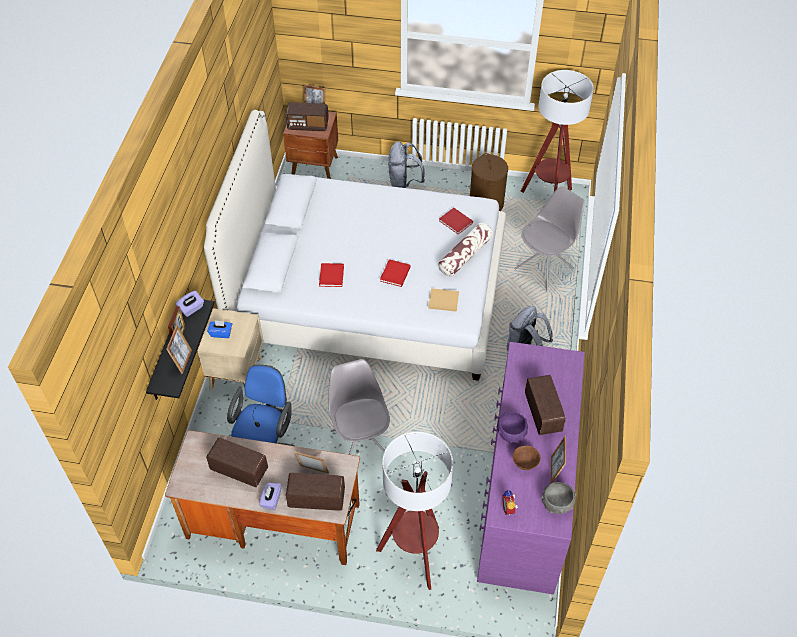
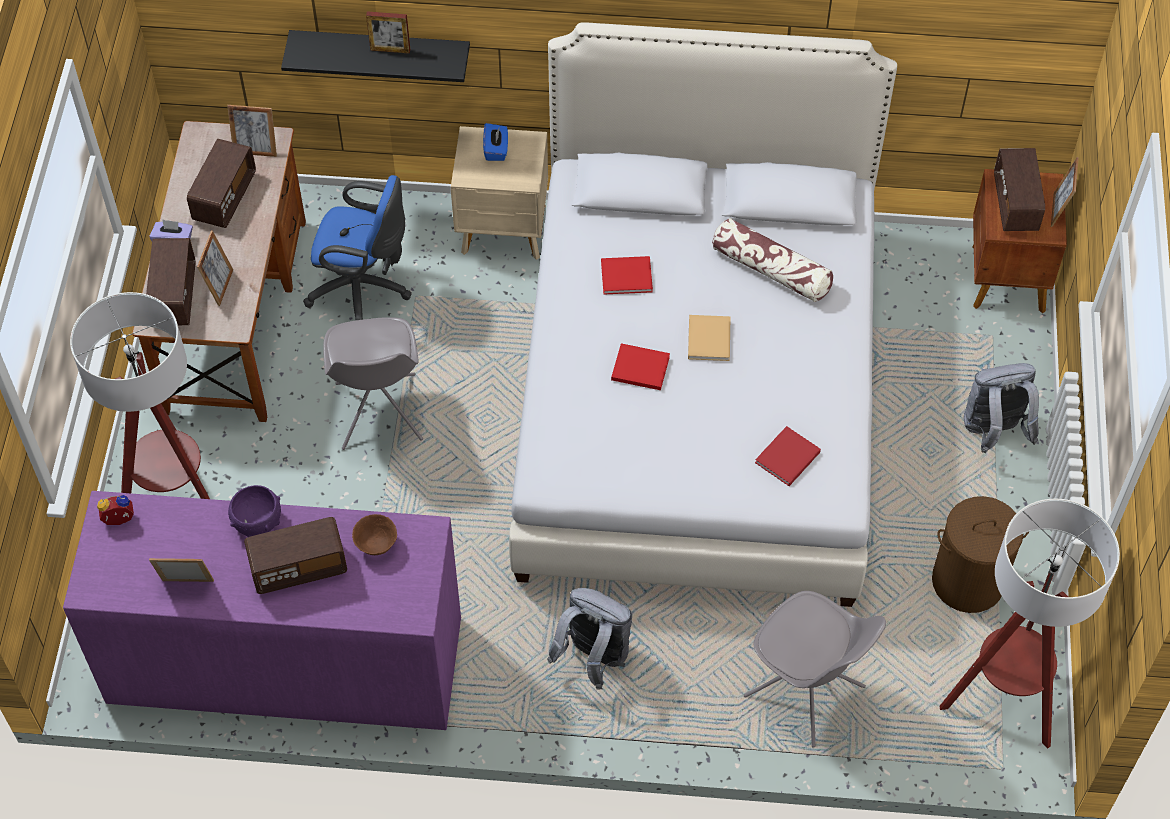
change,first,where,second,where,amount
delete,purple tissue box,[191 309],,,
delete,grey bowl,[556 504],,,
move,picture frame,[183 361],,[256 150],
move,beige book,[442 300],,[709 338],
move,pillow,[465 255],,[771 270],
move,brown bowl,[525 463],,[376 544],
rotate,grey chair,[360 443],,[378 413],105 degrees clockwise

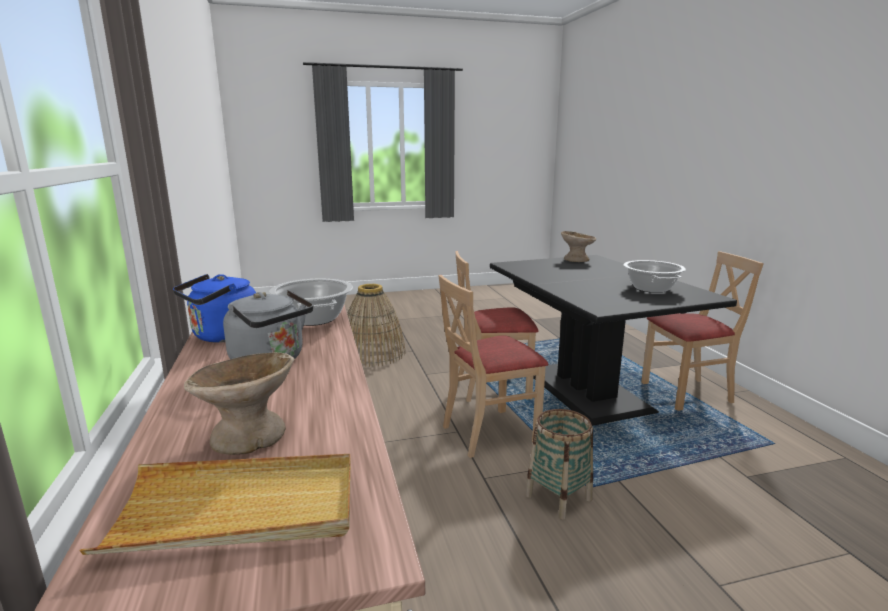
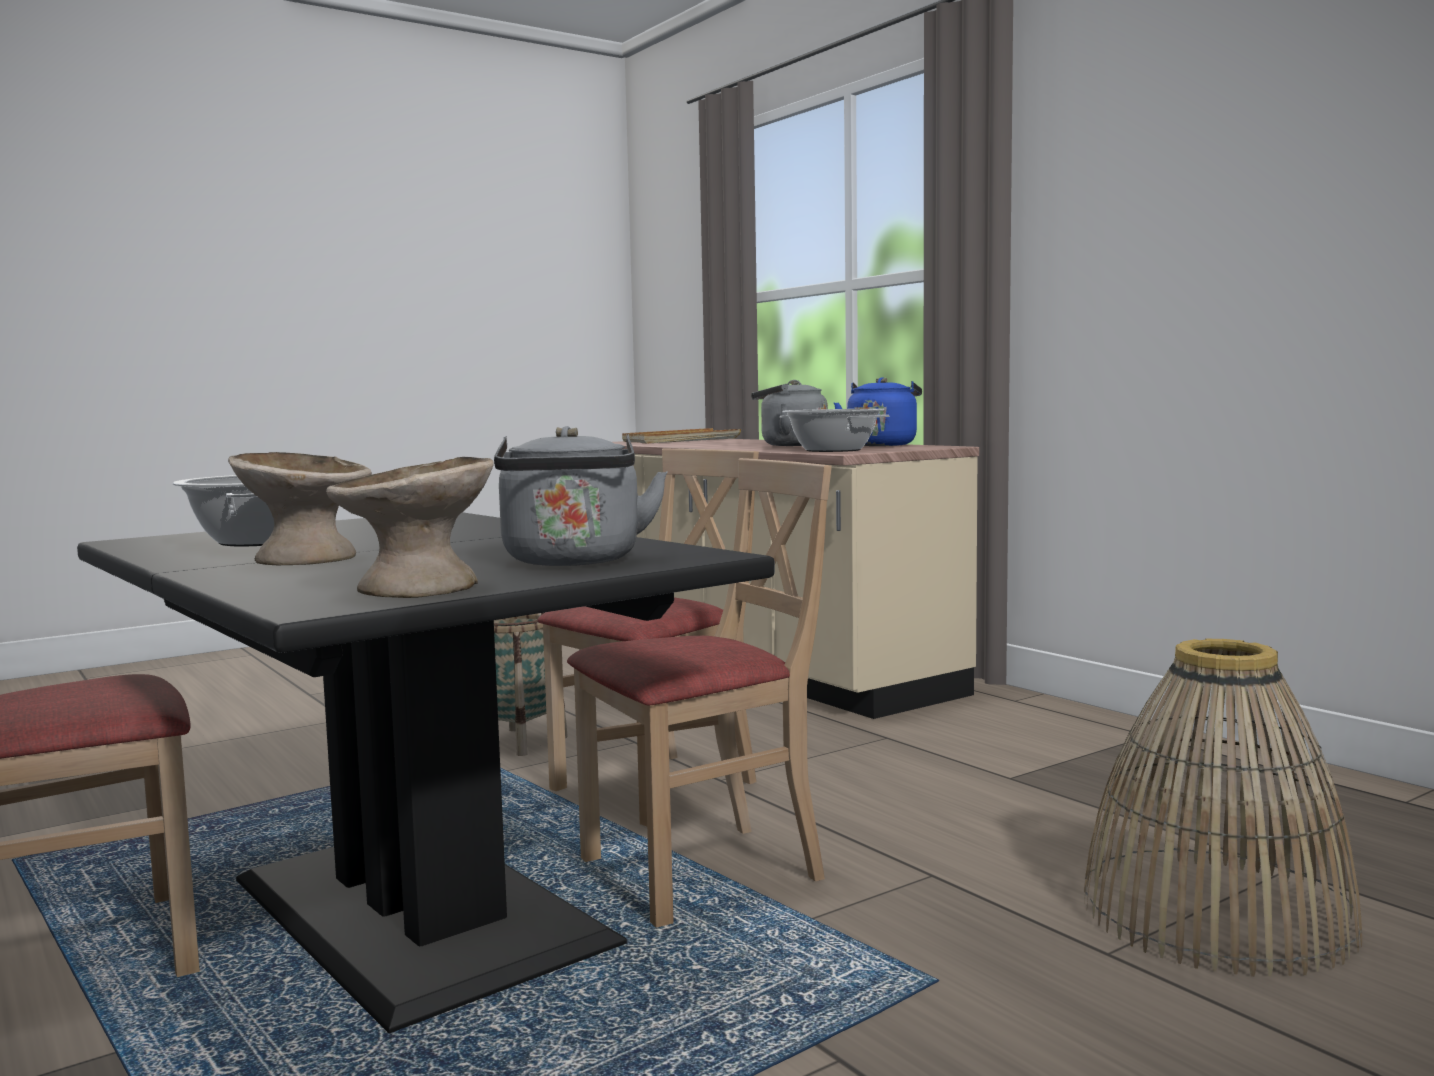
change,first,where,second,where,amount
insert,,,grey kettle,[573 562],
move,beige bowl,[248 435],,[306 559],

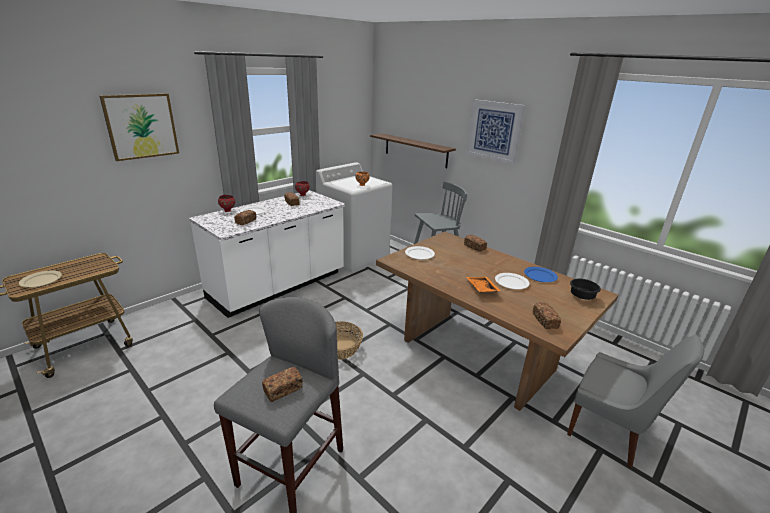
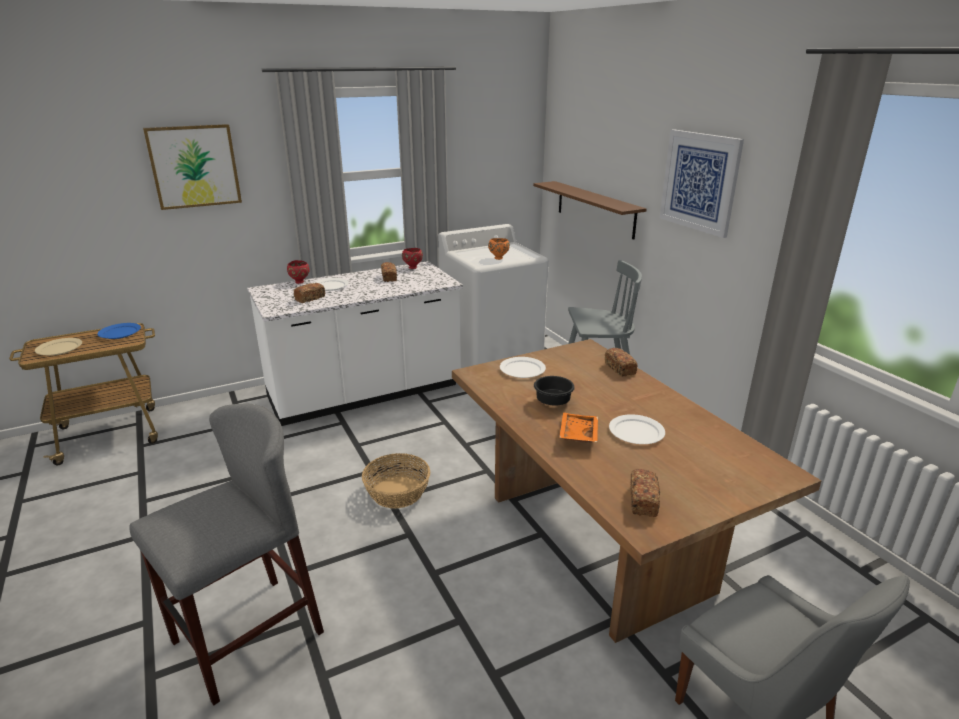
change,first,where,second,where,amount
delete,bread,[283 390],,,
move,blue plate,[540 276],,[119 333],
move,black bowl,[581 296],,[553 401],

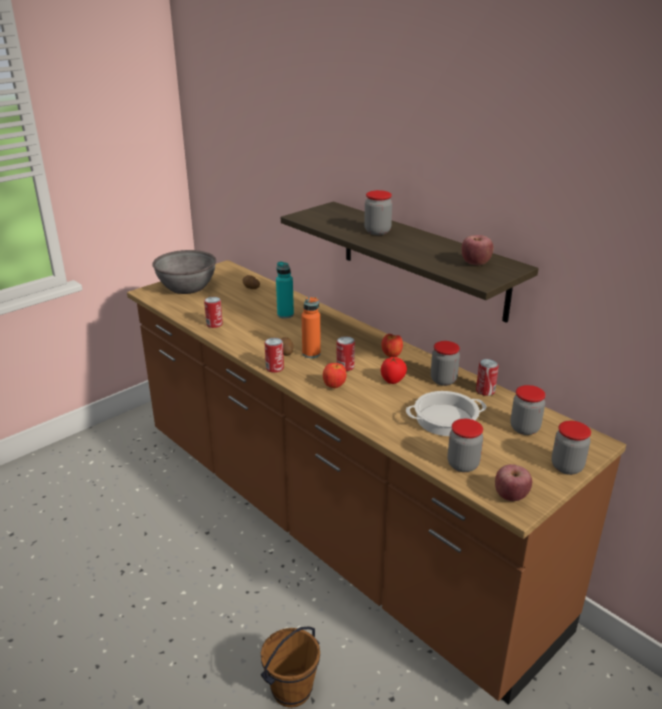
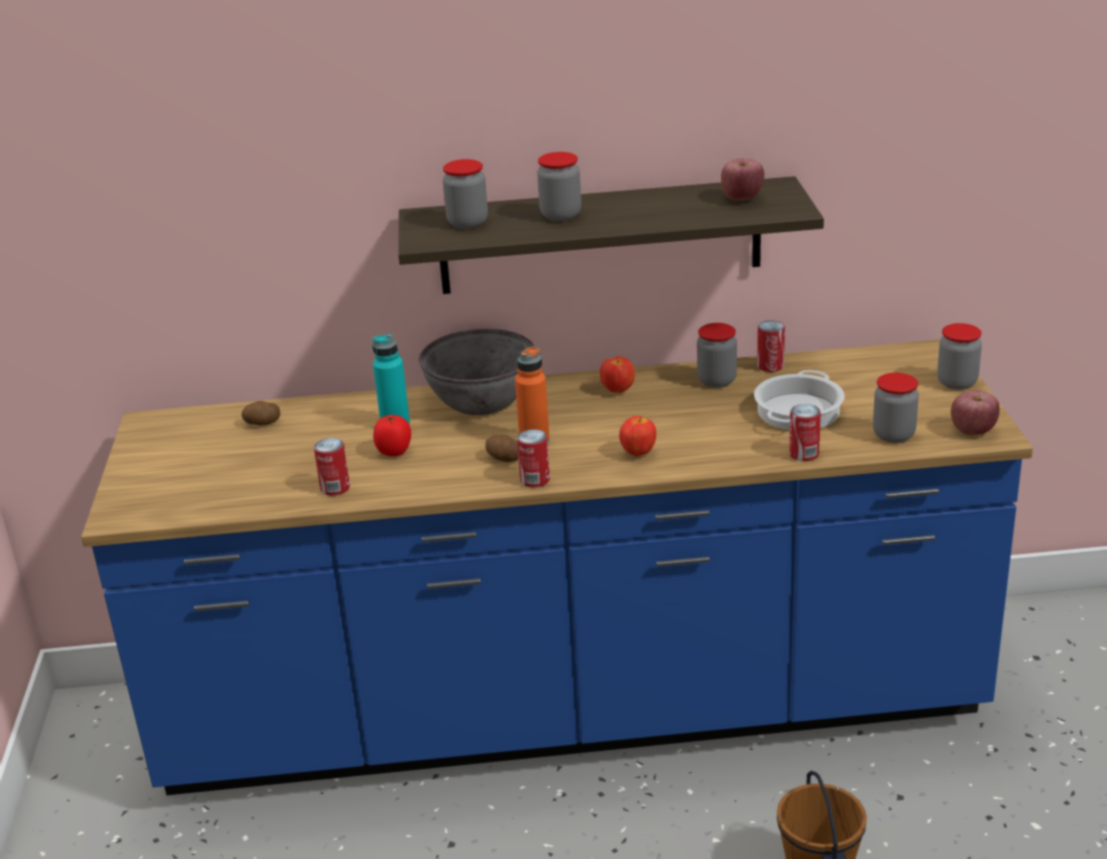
change,first,where,second,where,amount
move,grey bowl,[187 287],,[481 400],
move,can,[345 367],,[804 454],
move,tomato,[393 381],,[394 452],
move,jar,[524 428],,[467 223],
recolor,brown counter,[331 524],blue counter,[571 712],

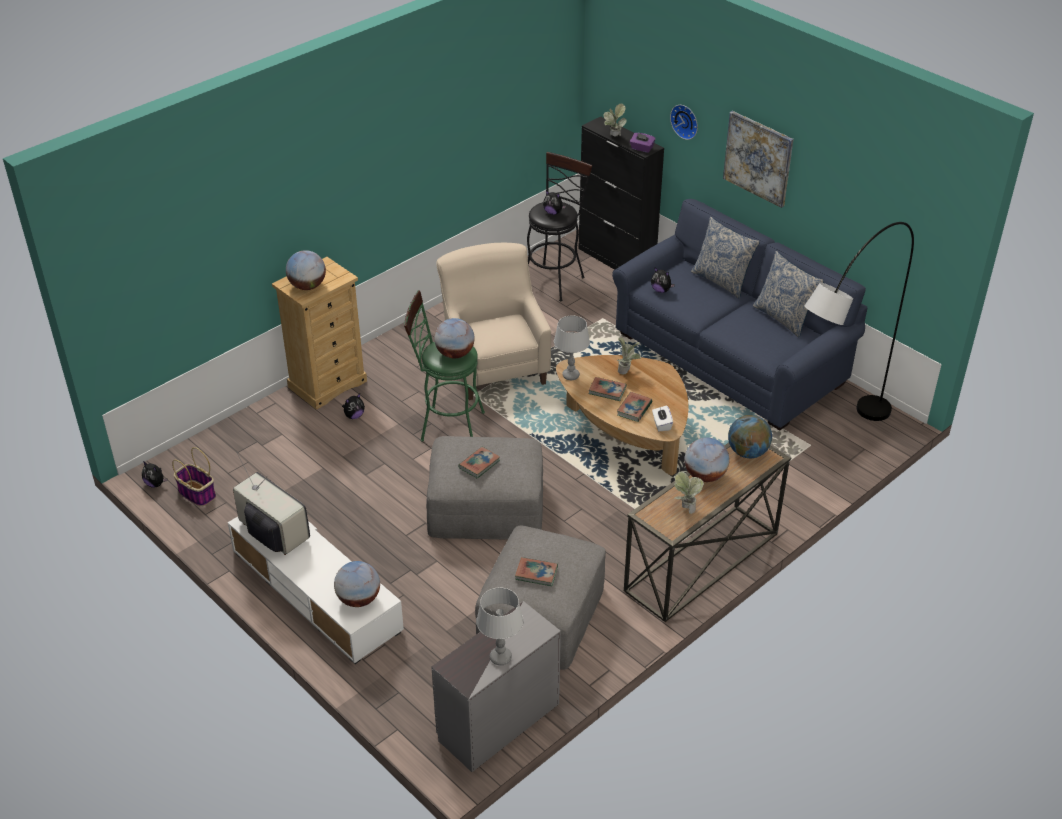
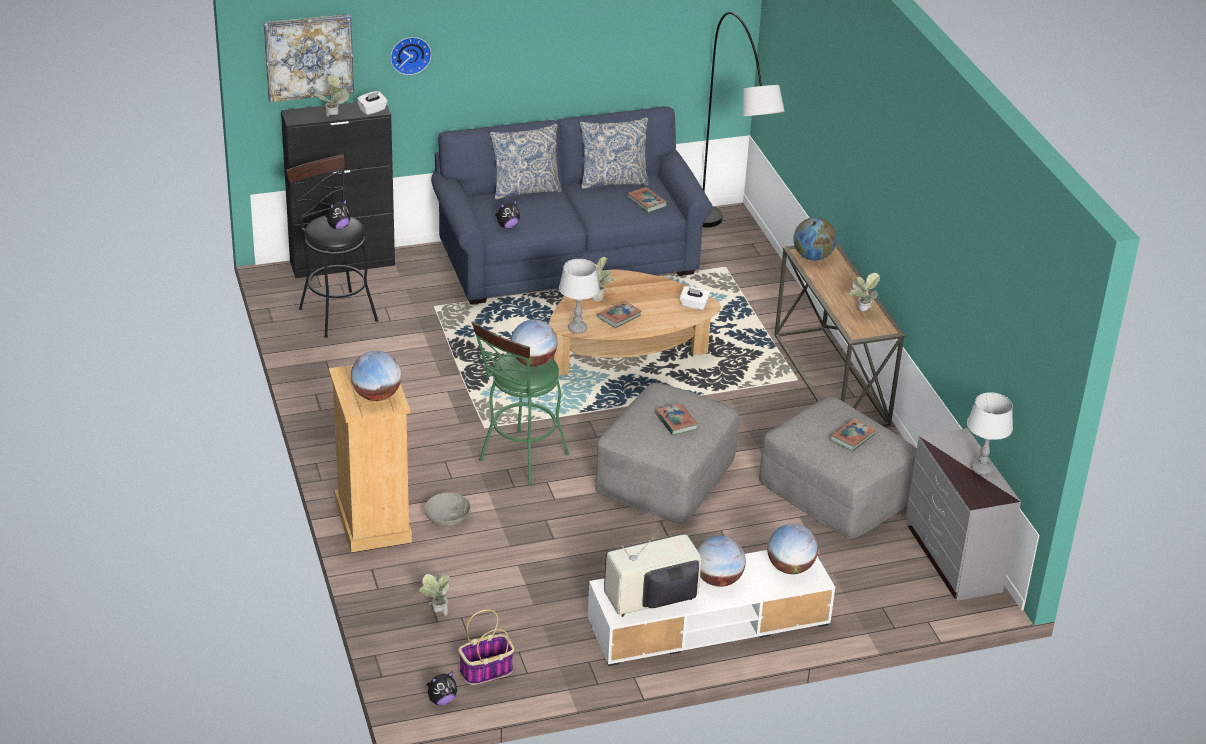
change,first,where,second,where,amount
delete,beige armchair,[494 363],,,
insert,,,potted plant,[436 612],
move,book,[634 409],,[647 202],
move,globe,[705 476],,[718 580],
move,picture,[758 158],,[309 57],
replace,plush toy,[354 416],grey bowl,[447 518],
recolor,purple tissue box,[641 148],white tissue box,[372 110],

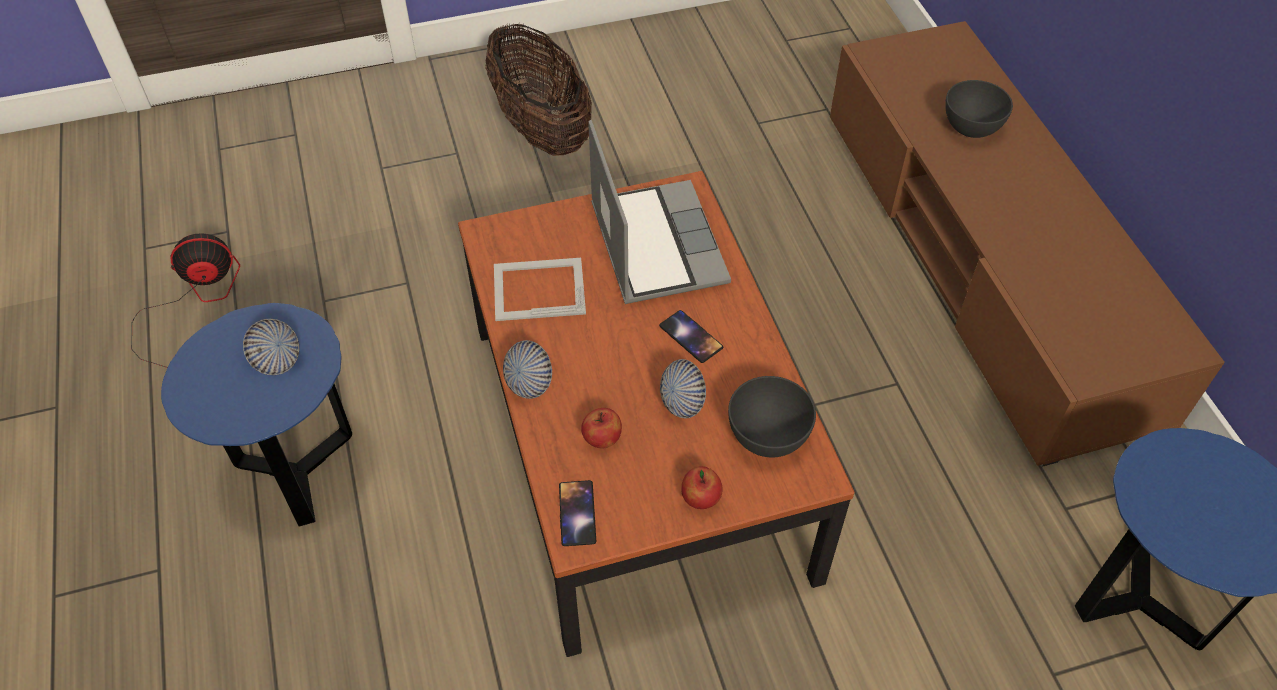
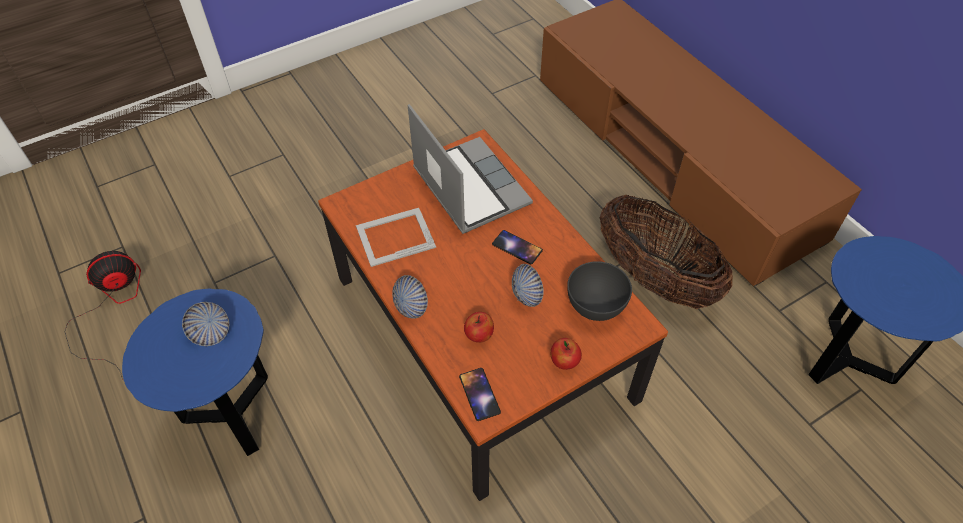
change,first,where,second,where,amount
delete,grey bowl,[971 127],,,
move,basket,[541 128],,[654 278],

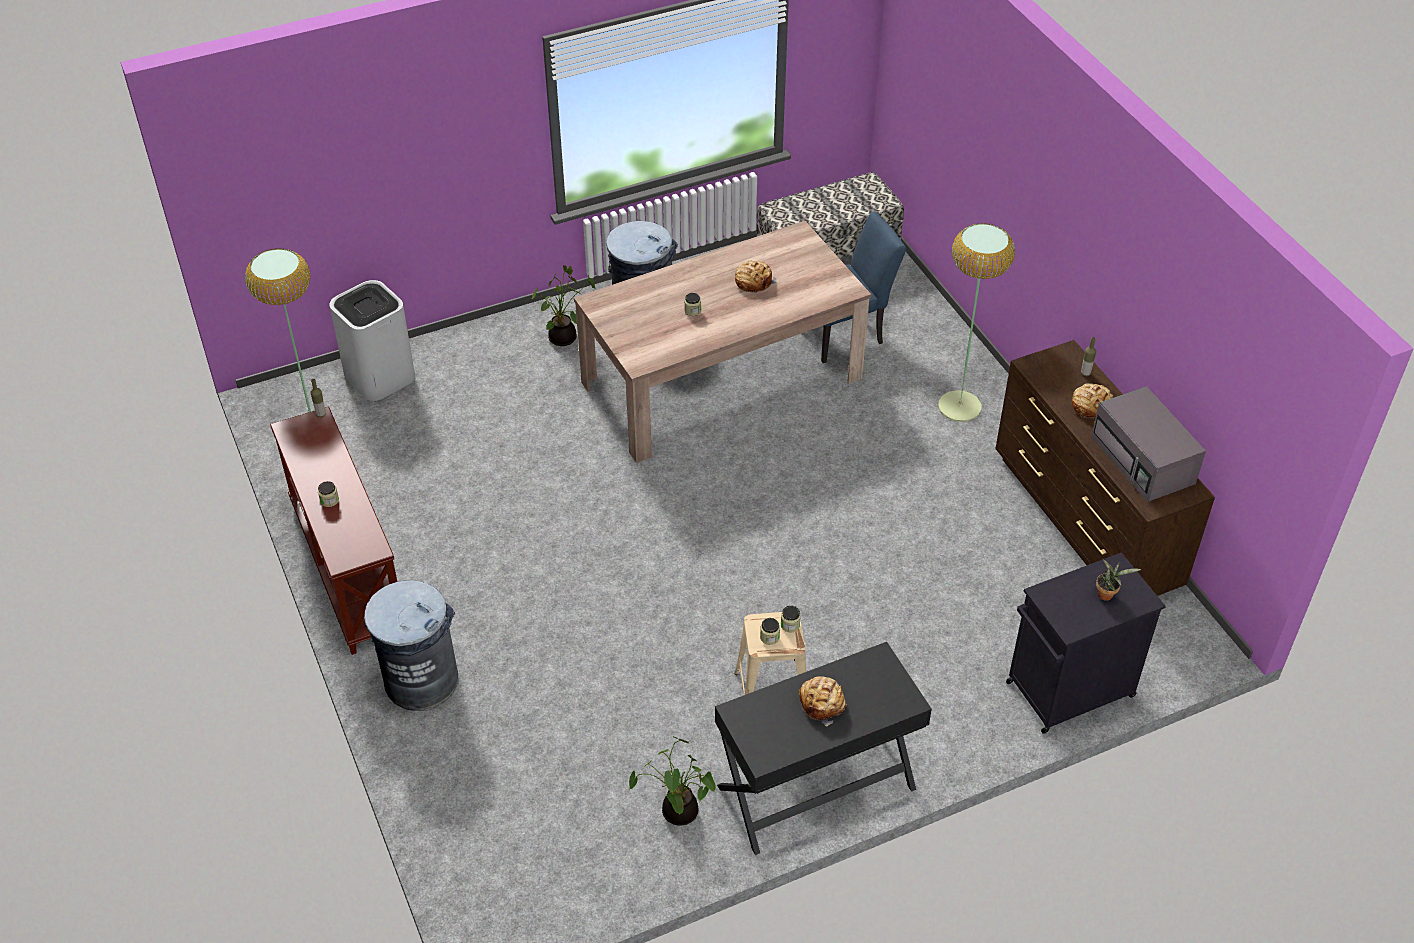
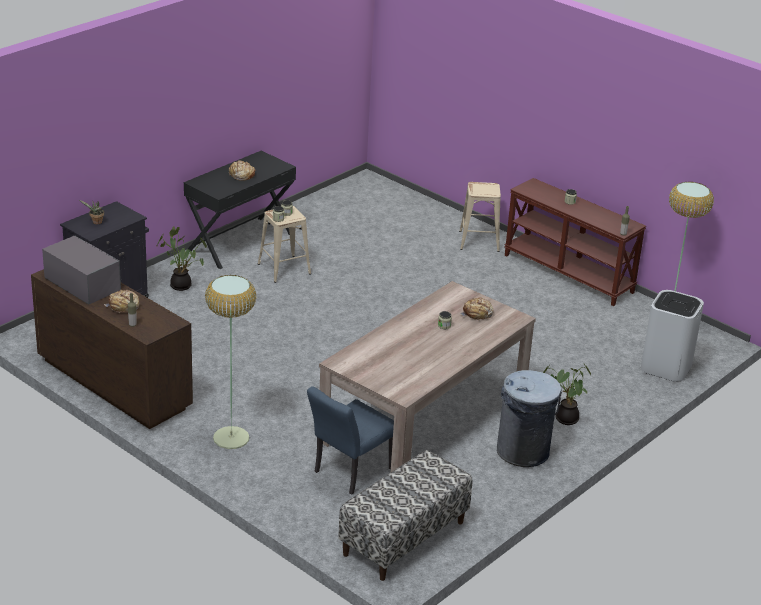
change,first,where,second,where,amount
move,potted plant,[677 813],,[182 285],
move,bread,[753 281],,[477 314],
replace,grey trash can,[421 680],beige stool,[479 241],

